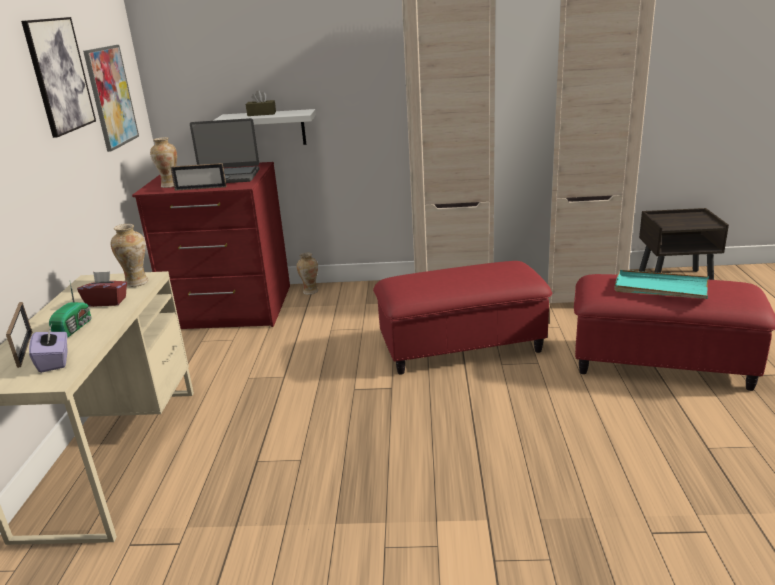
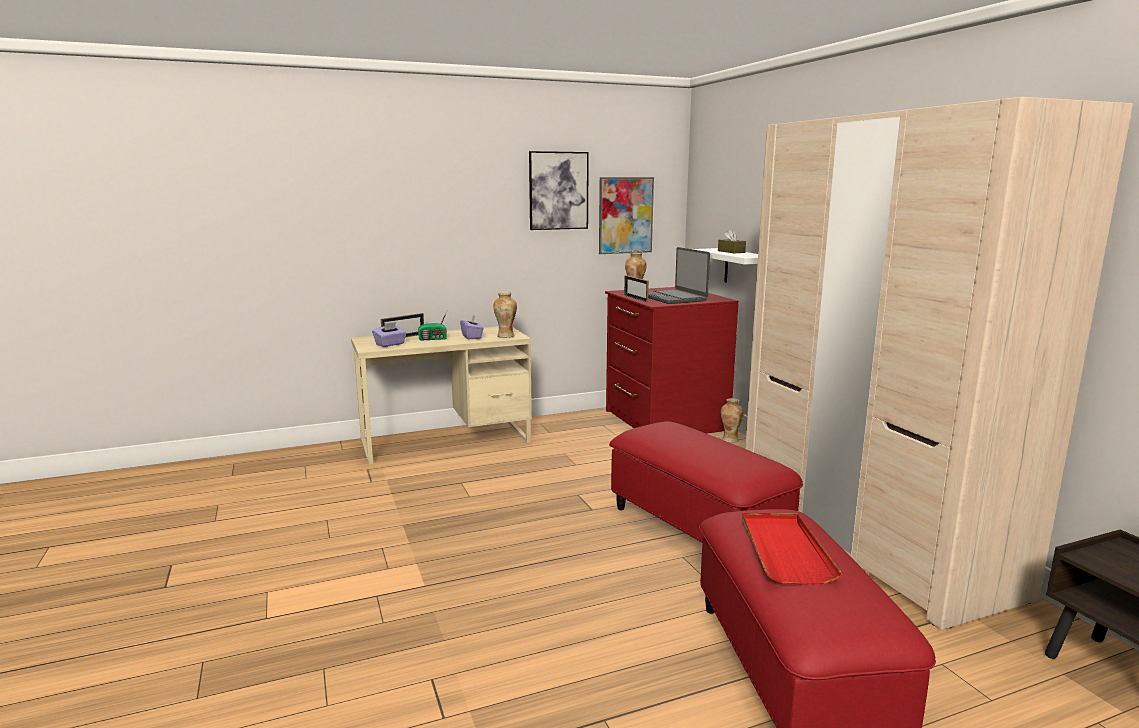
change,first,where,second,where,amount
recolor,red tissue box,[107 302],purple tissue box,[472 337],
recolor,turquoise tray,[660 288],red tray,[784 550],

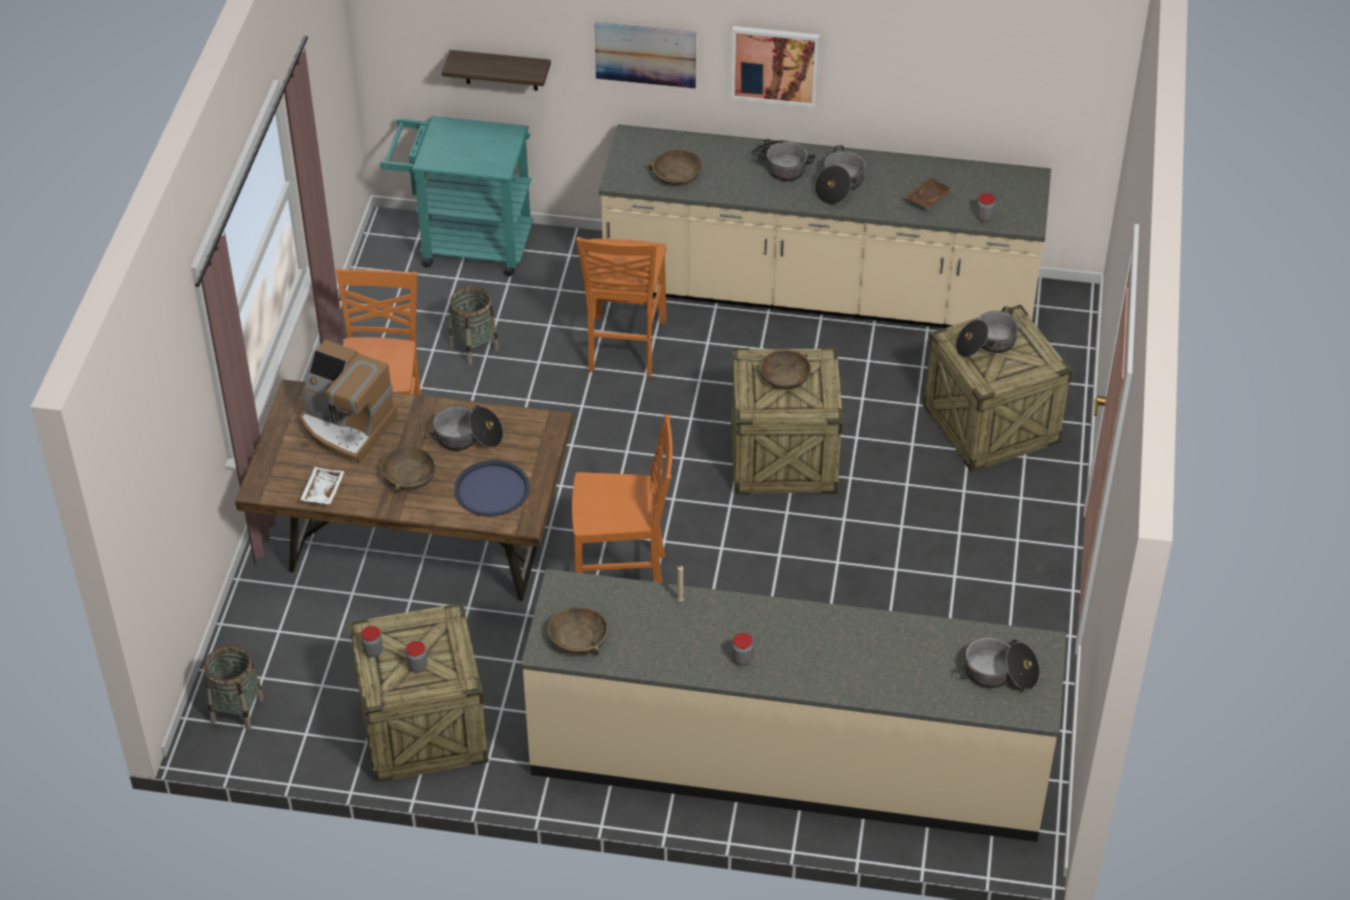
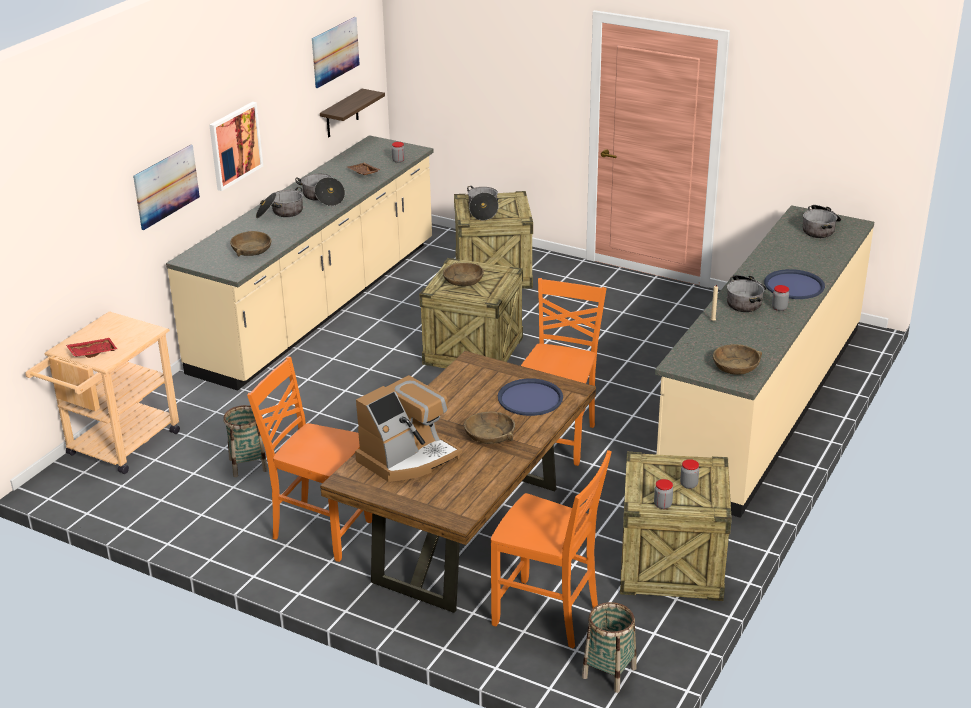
change,first,where,second,where,amount
delete,white tray,[322 491],,,
insert,,,red tray,[92 352],
insert,,,picture,[335 52],
insert,,,blue tray,[794 285],
move,cooking pot,[468 438],,[745 301],
move,shelf,[501 70],,[342 114],
move,orange chair,[624 347],,[548 616],
recolor,turquoise cart,[465 245],beige cart,[117 448],

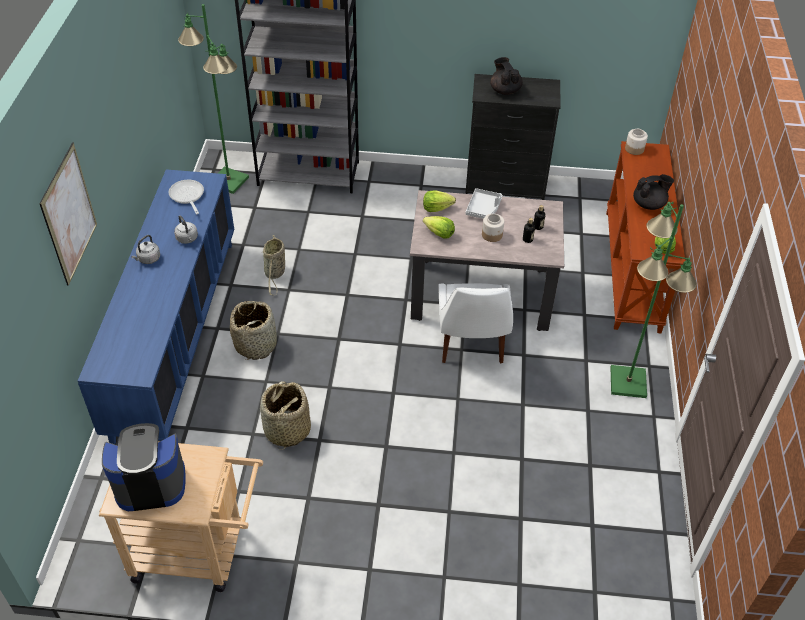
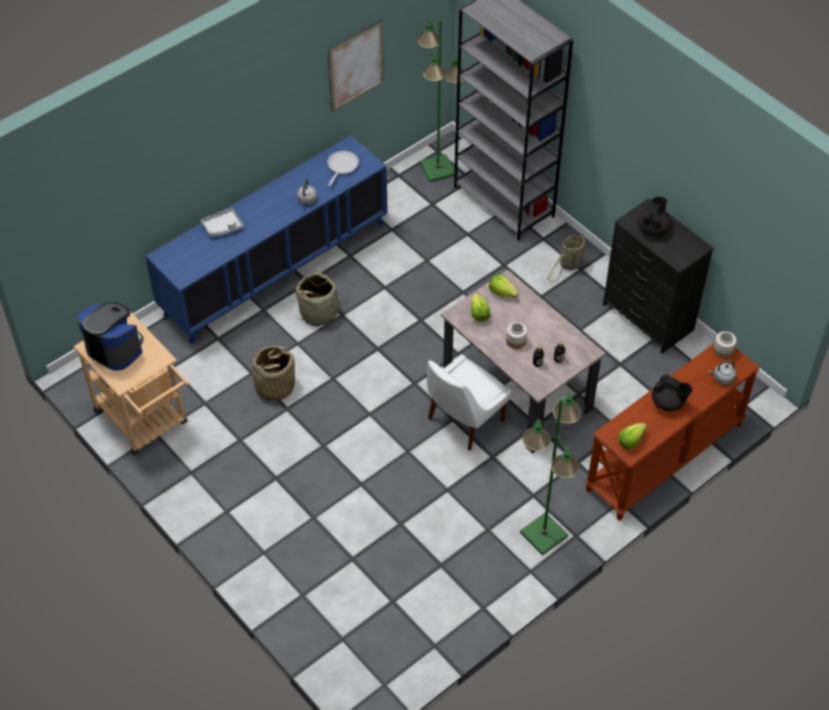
change,first,where,second,where,amount
move,picture,[69 214],,[356 66],
move,grey kettle,[148 259],,[722 378],
move,basket,[275 274],,[569 265],
move,grey tray,[483 208],,[223 227],

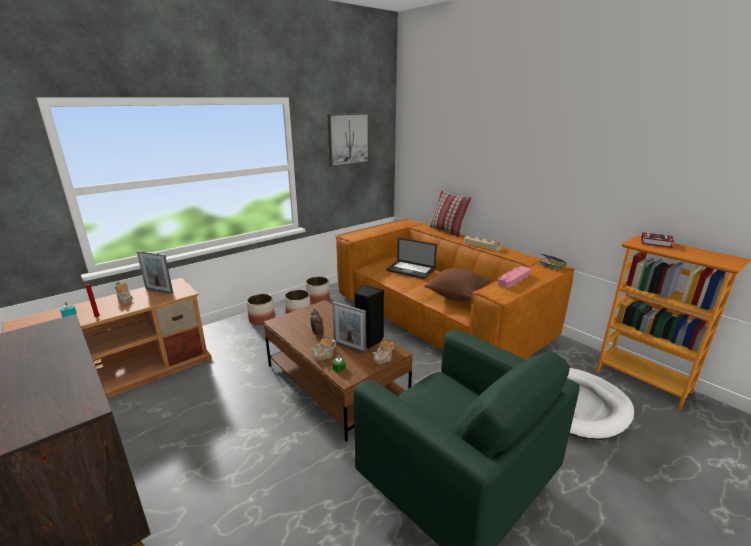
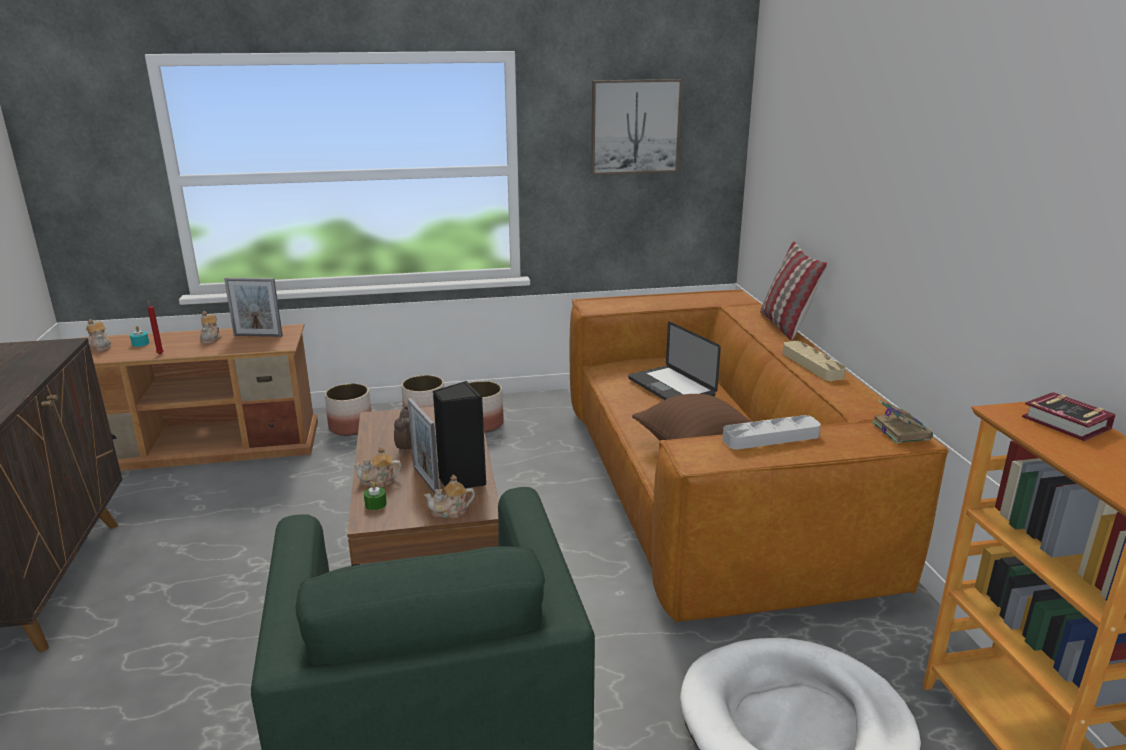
change,first,where,second,where,amount
insert,,,teapot,[101 346],
move,planter,[318 300],,[351 427],
recolor,pink tray,[513 279],grey tray,[771 437],
rotate,picture frame,[159 290],,[258 335],45 degrees counterclockwise

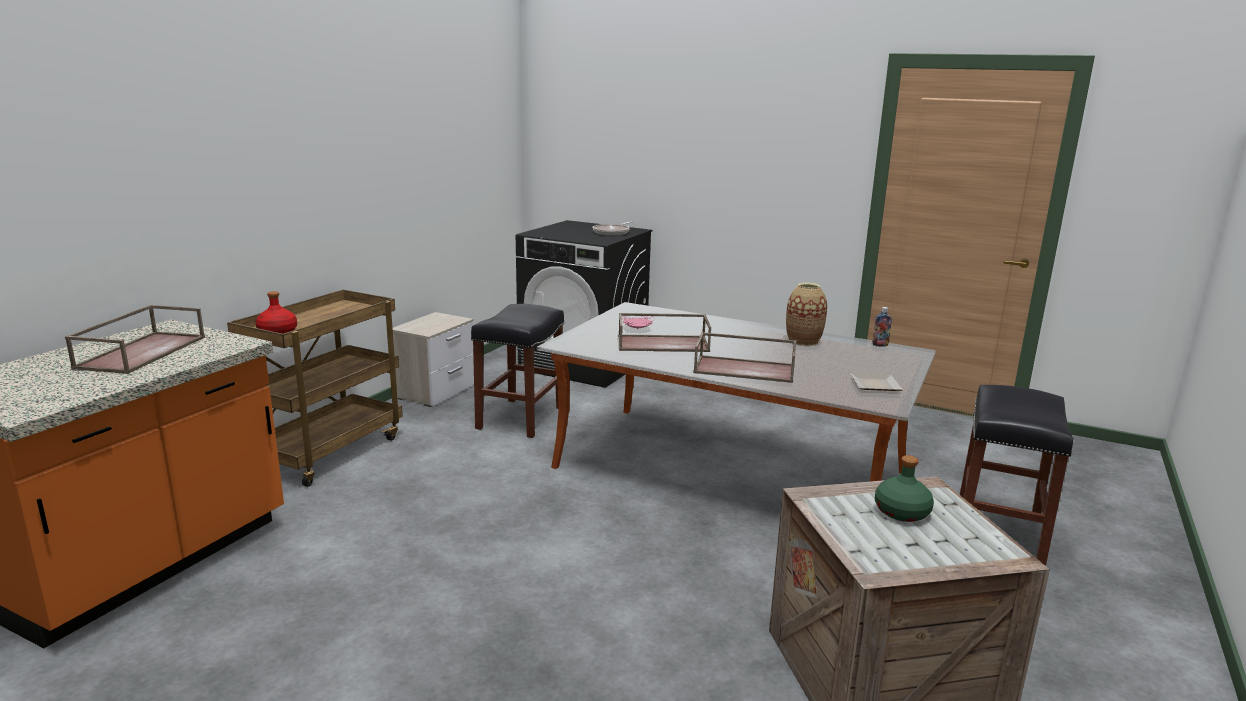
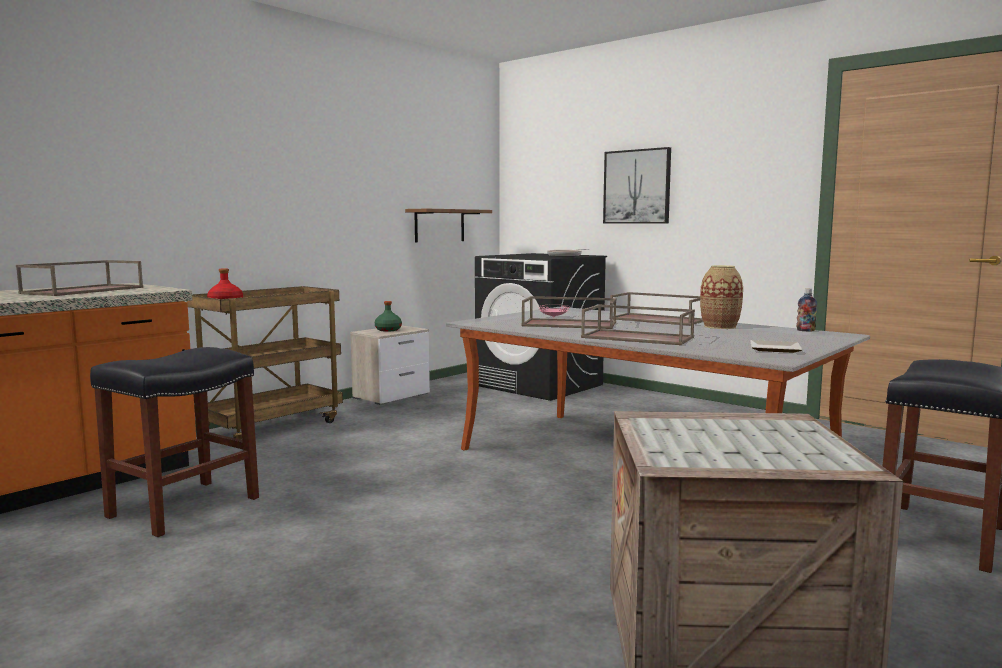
change,first,where,second,where,amount
insert,,,brown shelf,[439 225],
insert,,,picture,[637 187],
insert,,,brown tray,[658 319],
move,black stool,[520 417],,[185 506],
move,green bottle,[901 512],,[388 330],

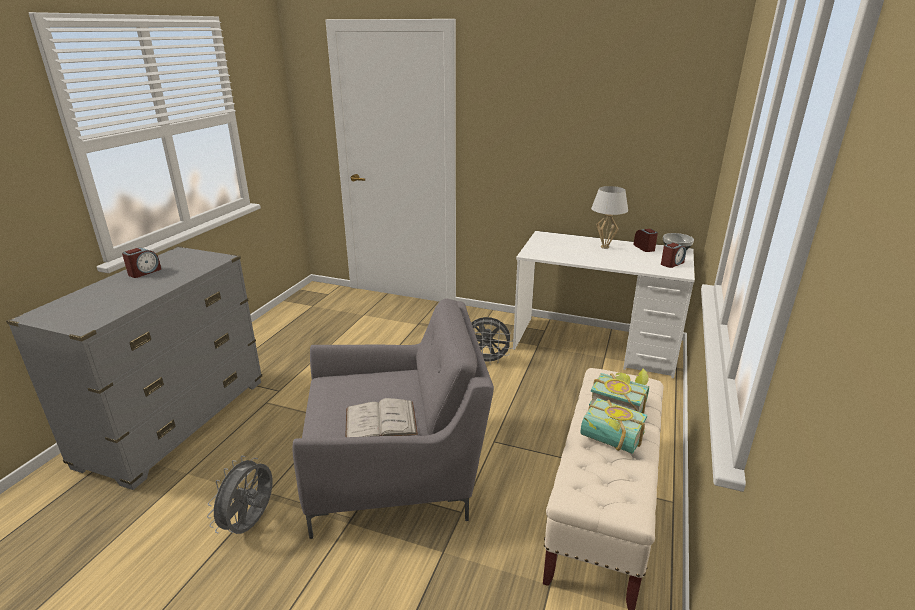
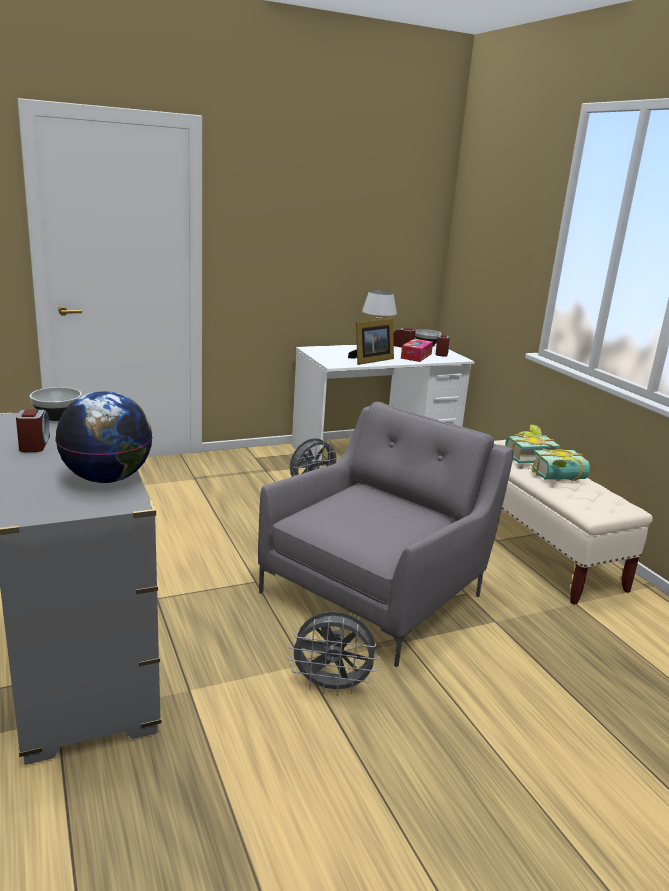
change,first,where,second,where,amount
delete,white book,[380 421],,,
insert,,,bowl,[57 416],
insert,,,globe,[107 478],
insert,,,picture frame,[370 360],
insert,,,tissue box,[416 356],
rotate,grey fan,[251 524],,[332 687],60 degrees counterclockwise

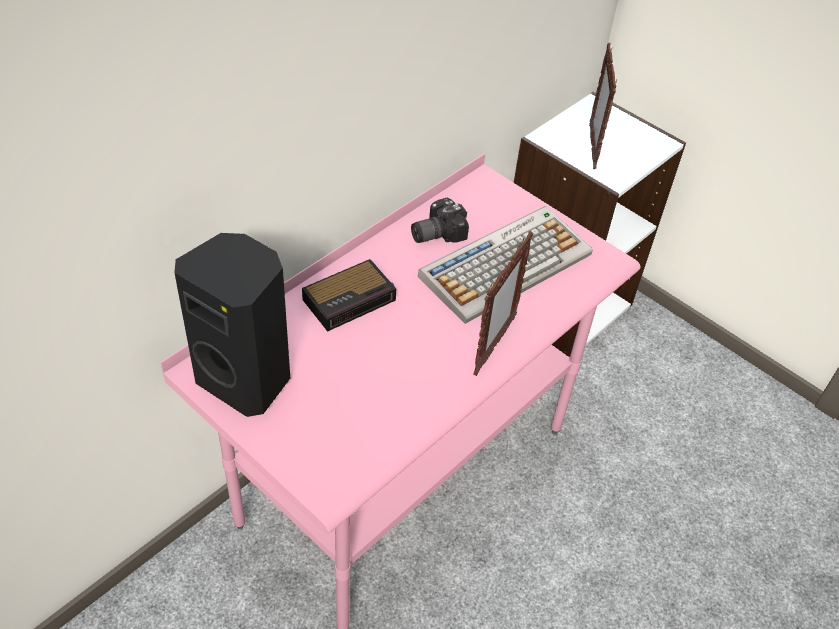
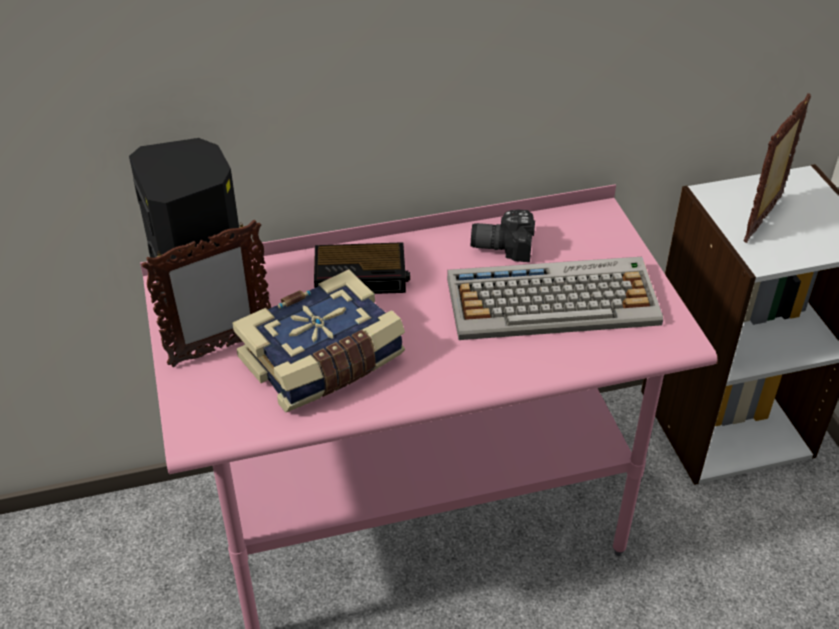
change,first,where,second,where,amount
insert,,,book,[323 361],
move,picture frame,[493 346],,[220 348],

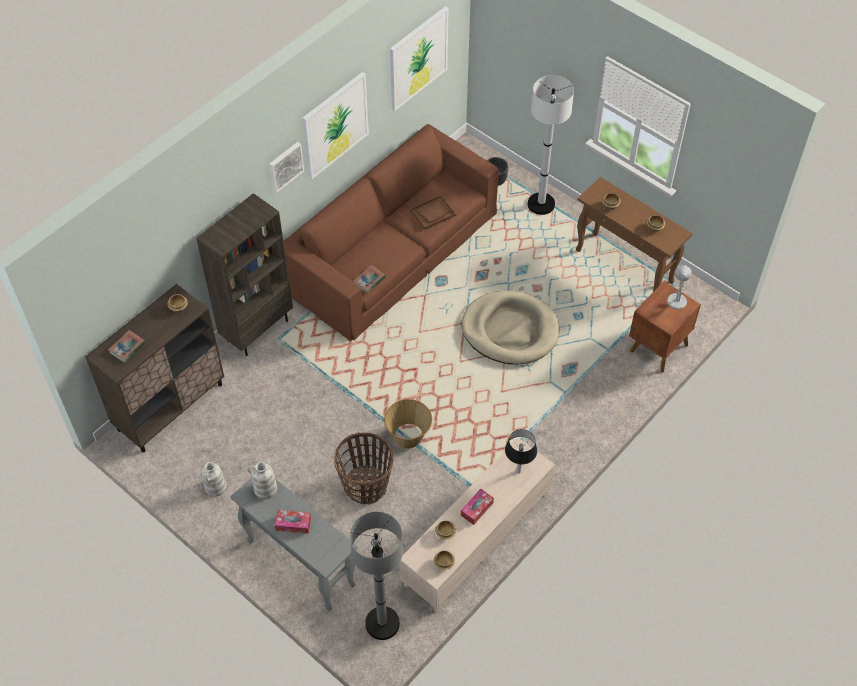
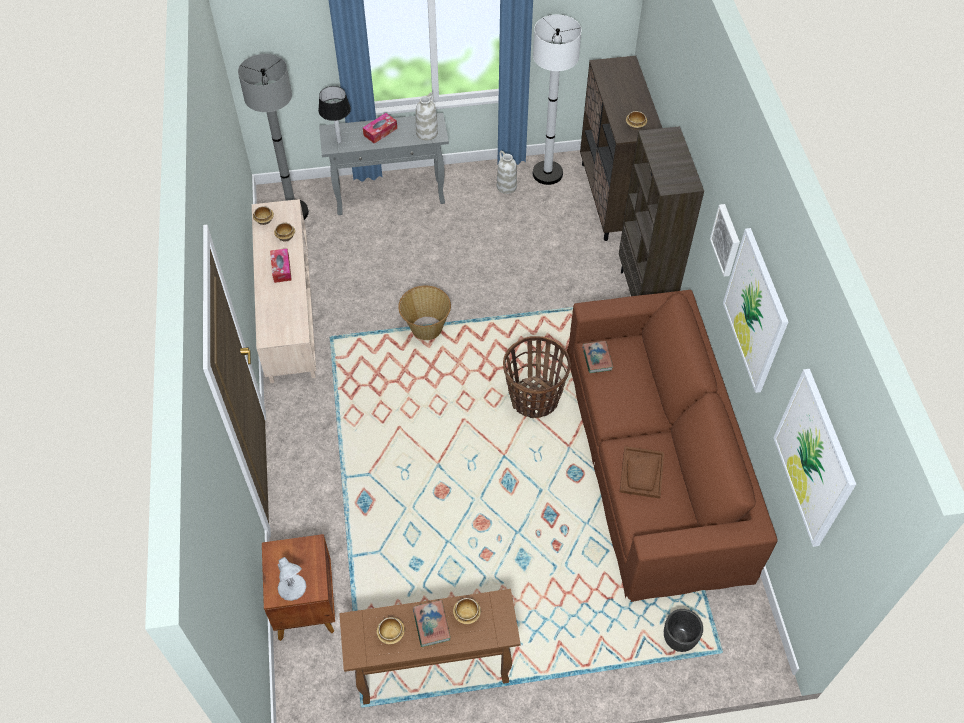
change,first,where,second,where,amount
delete,beige dog bed,[510 330],,,
move,book,[127 348],,[431 624],
move,basket,[366 485],,[534 399],
move,table lamp,[518 471],,[339 141],
move,white floor lamp,[541 204],,[547 173],

